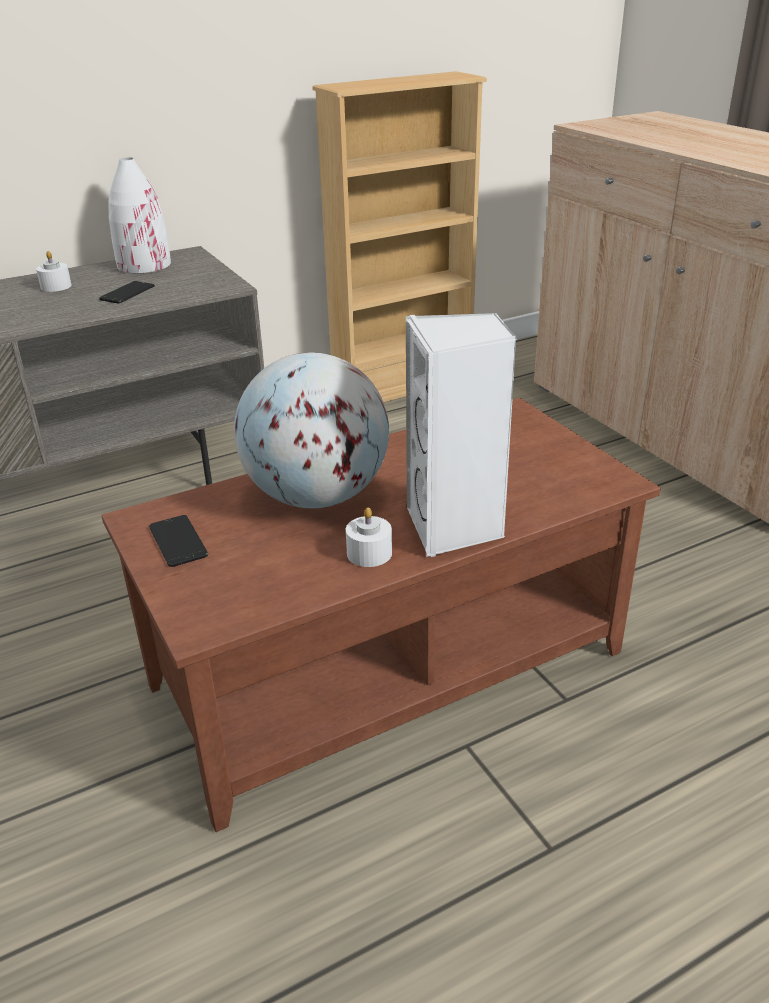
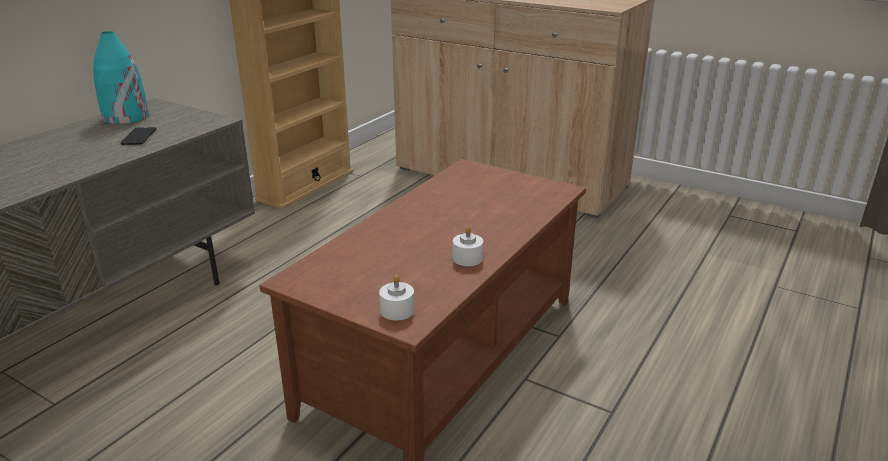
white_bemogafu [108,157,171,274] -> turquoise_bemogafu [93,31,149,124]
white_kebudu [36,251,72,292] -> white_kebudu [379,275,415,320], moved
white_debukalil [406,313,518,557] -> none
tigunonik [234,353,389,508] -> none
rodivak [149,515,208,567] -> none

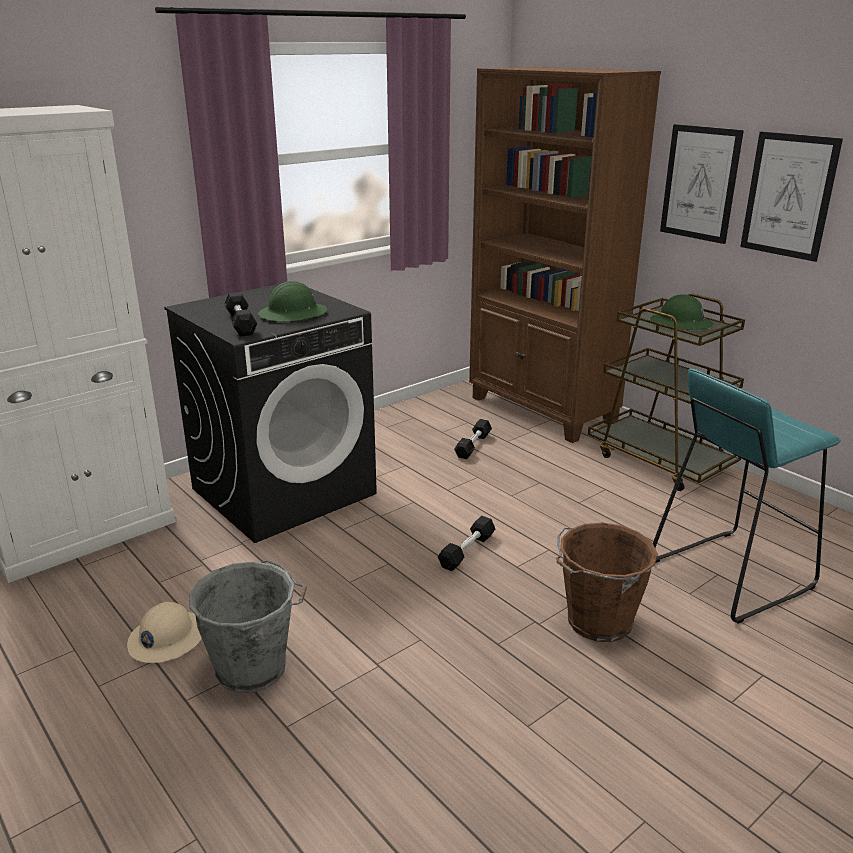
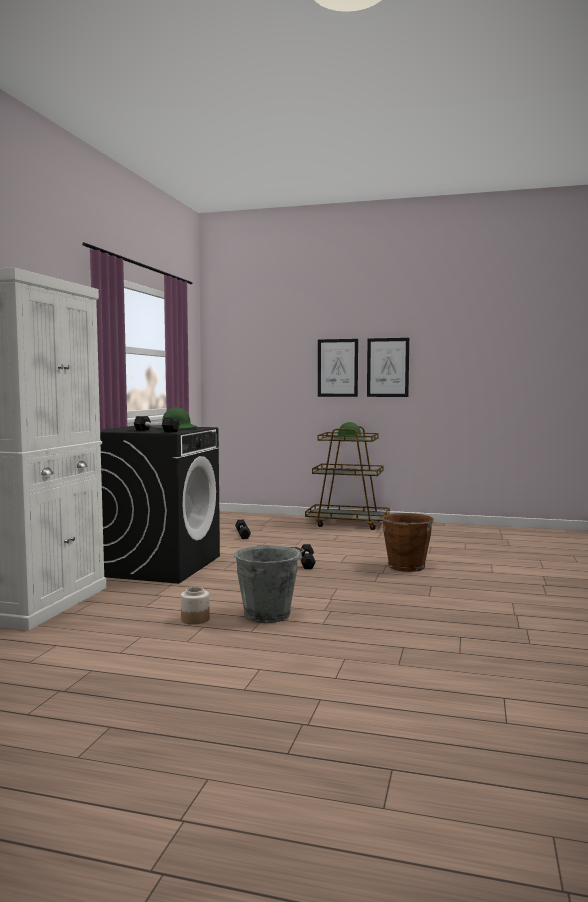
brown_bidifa [469,67,661,443] -> none
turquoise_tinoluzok [653,368,841,624] -> none
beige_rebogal [127,602,202,663] -> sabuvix [181,587,210,625]

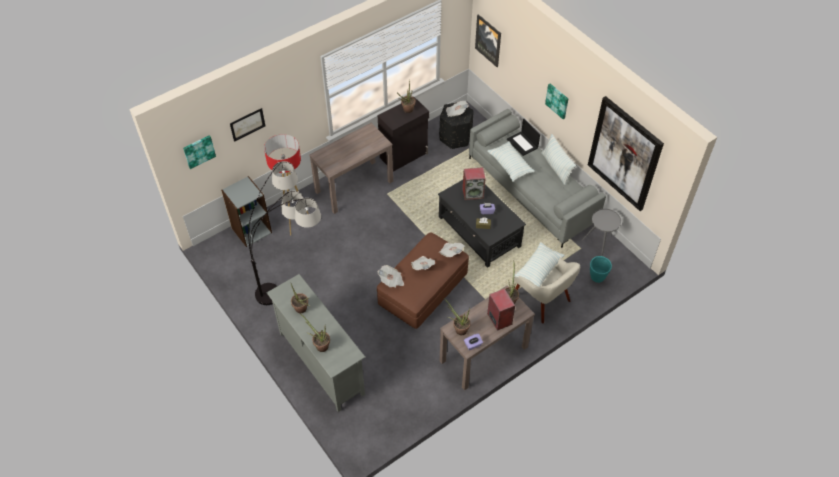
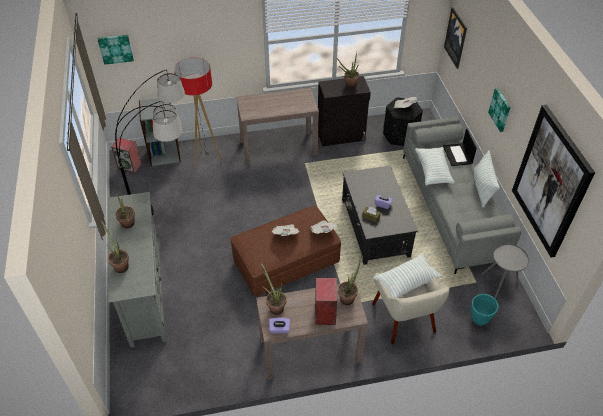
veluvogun [230,108,265,142] -> none
debukalil [463,167,486,200] -> debukalil [111,138,141,173], moved
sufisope [378,265,404,288] -> none

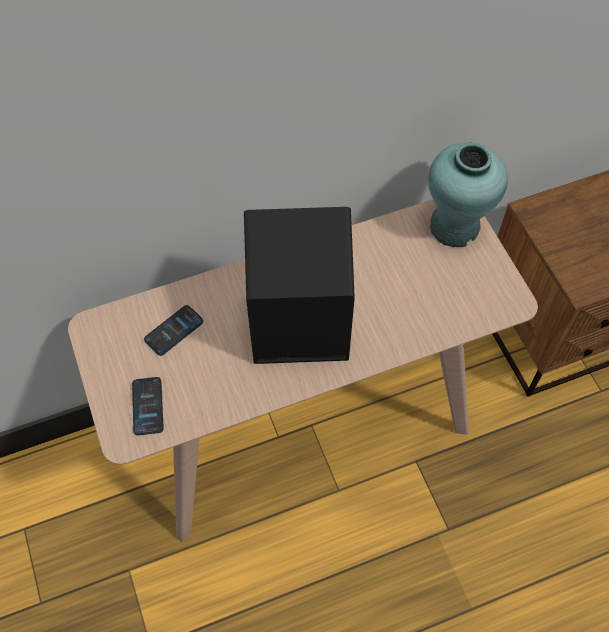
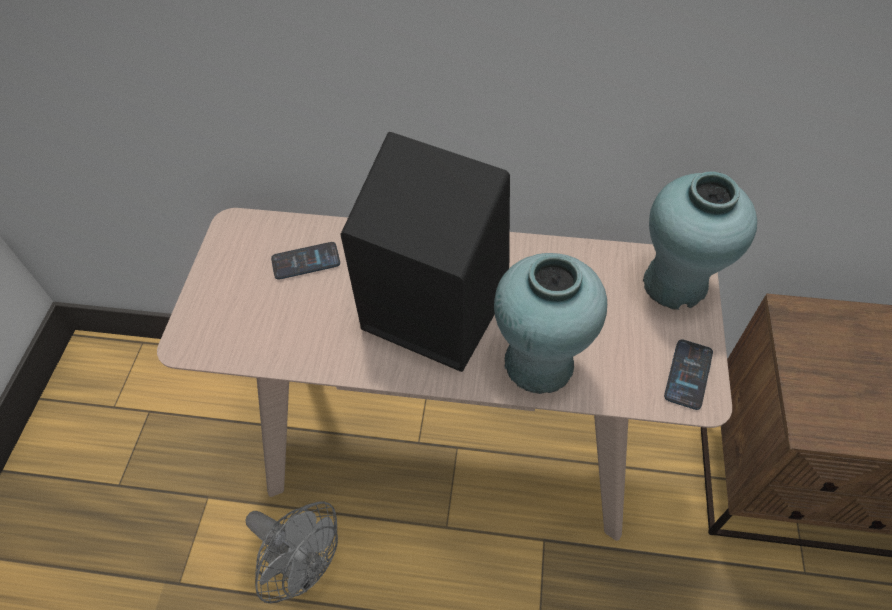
rodivak [132,377,164,435] -> rodivak [664,340,713,410], moved
none -> turquoise_bemogafu [494,253,607,394]
none -> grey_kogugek [245,502,338,603]

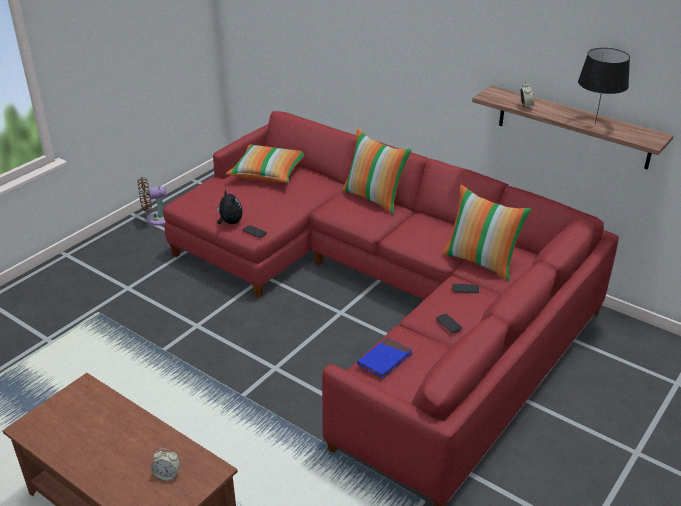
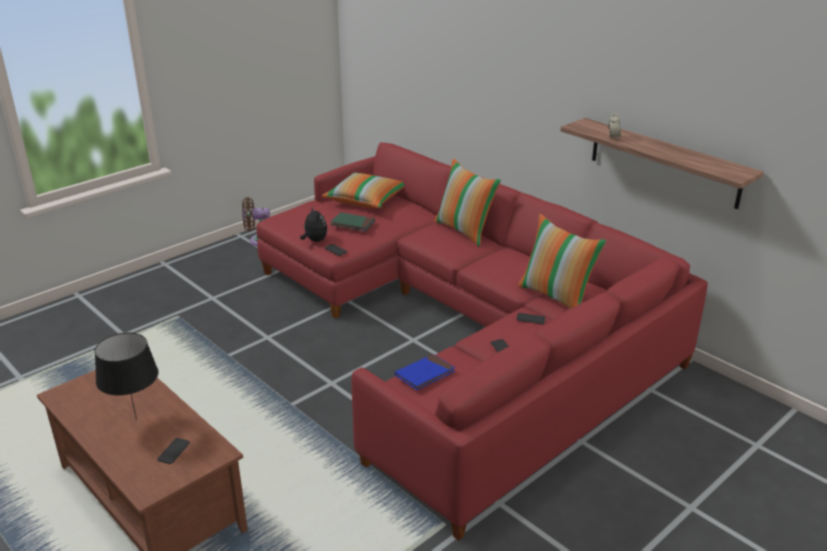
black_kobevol [578,48,630,124] -> black_kobevol [95,333,159,420], moved
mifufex [151,449,181,481] -> rodivak [158,438,190,464]
none -> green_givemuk [331,212,375,232]

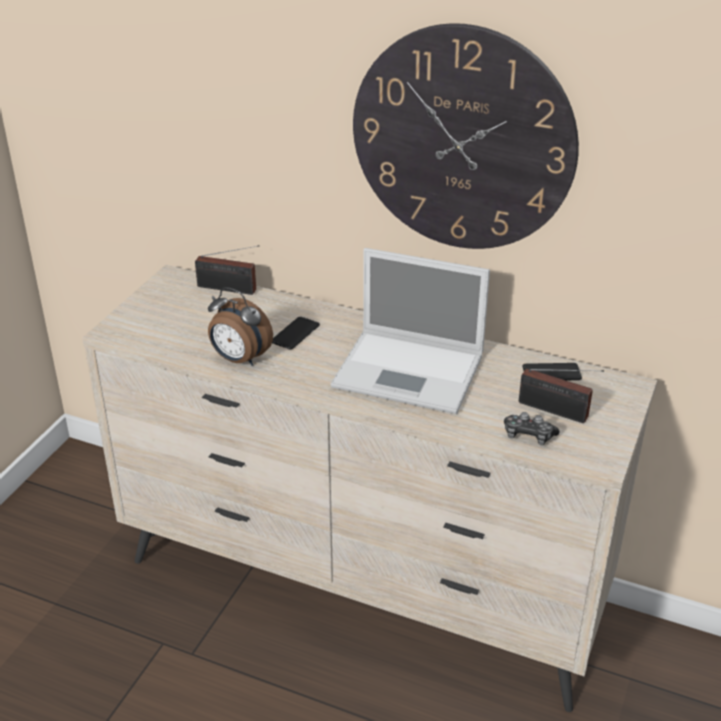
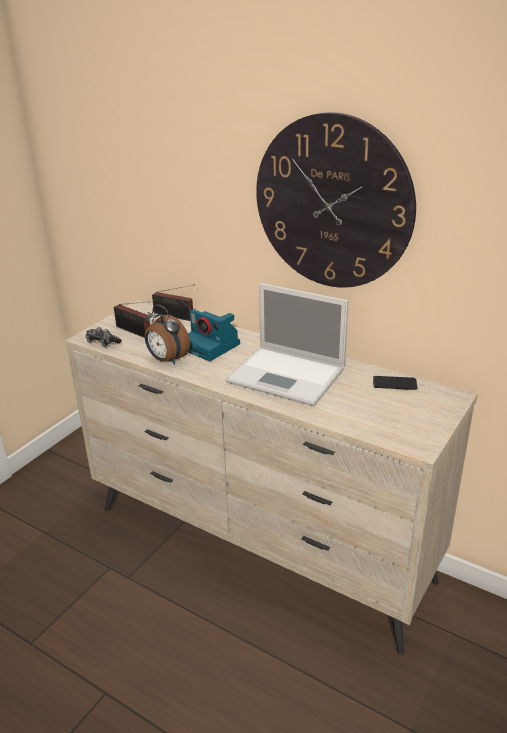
rodivak [272,317,320,349] -> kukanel [188,309,240,361]
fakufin [519,369,604,423] -> fakufin [114,301,150,338], moved
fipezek [504,412,560,445] -> fipezek [86,327,122,347], moved

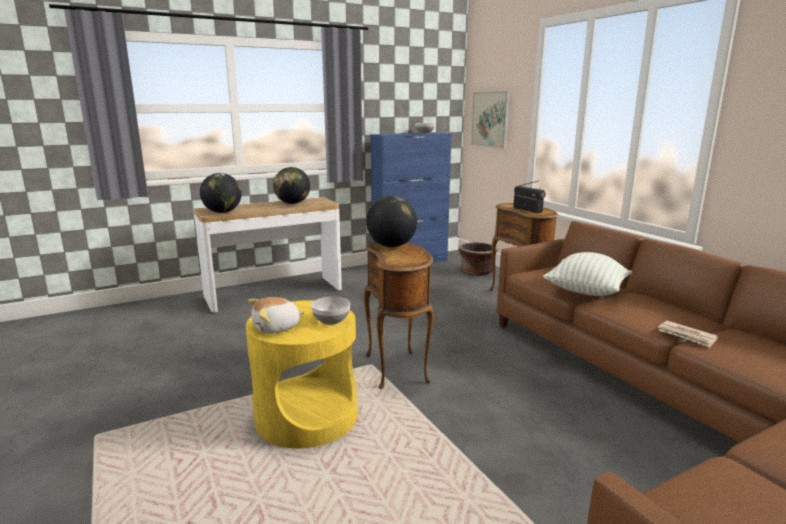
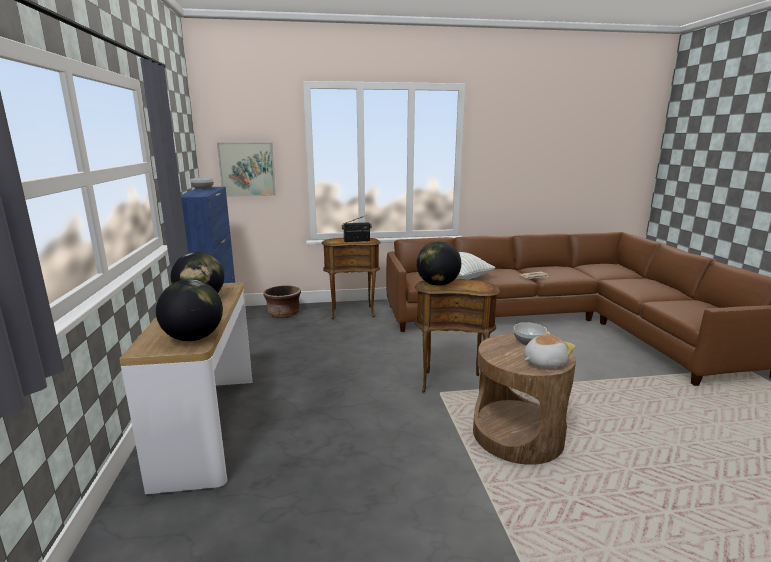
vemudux [248,297,304,334] -> vemudux [524,331,576,368], 105 degrees counterclockwise
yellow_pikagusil [246,300,358,449] -> brown_pikagusil [473,334,576,465]

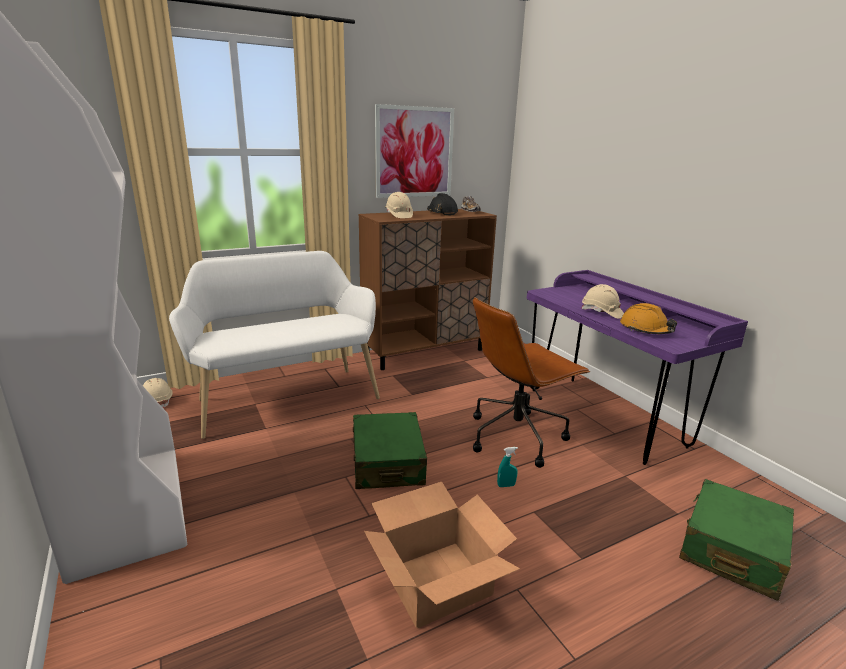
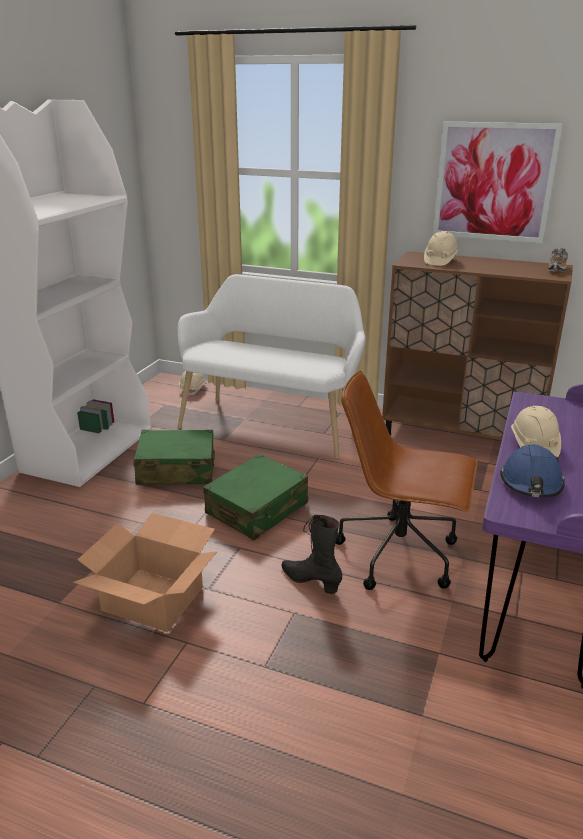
black_rebogal [427,193,458,216] -> none
orange_rebogal [620,303,677,334] -> blue_rebogal [500,444,565,498]
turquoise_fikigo [497,447,518,487] -> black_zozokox [282,515,342,594]
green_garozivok [679,479,794,601] -> green_garozivok [133,430,215,485], moved

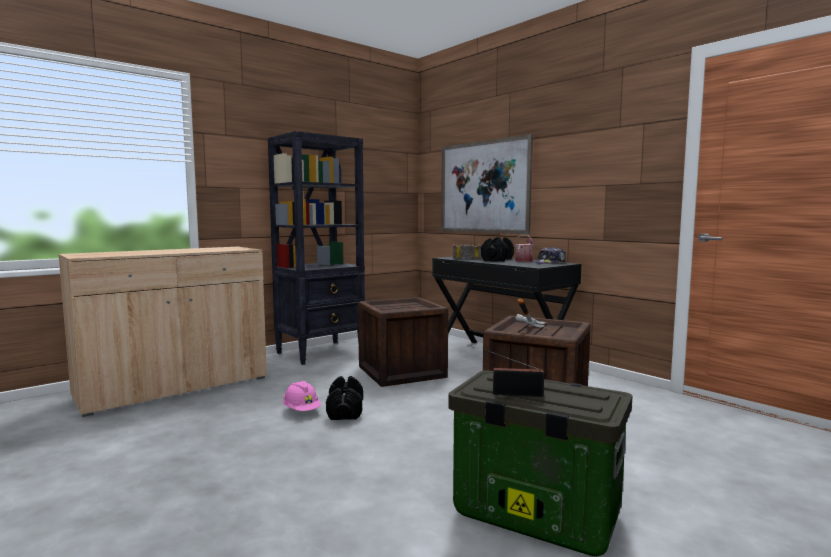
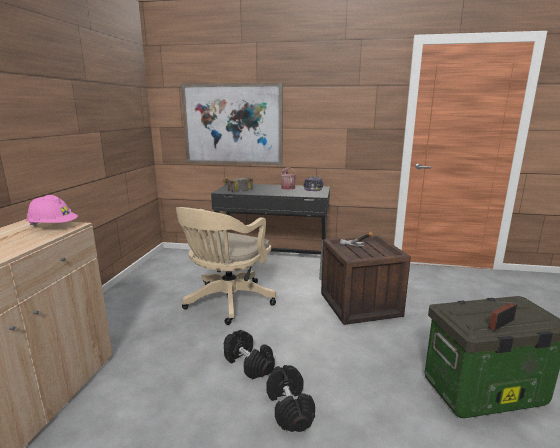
black_bidifa [268,131,365,365] -> none
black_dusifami [481,237,514,262] -> black_dusifami [266,365,315,432], moved
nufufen [358,297,448,387] -> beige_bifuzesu [176,207,276,325]
pink_rebogal [283,381,321,411] -> pink_rebogal [26,195,78,226], moved

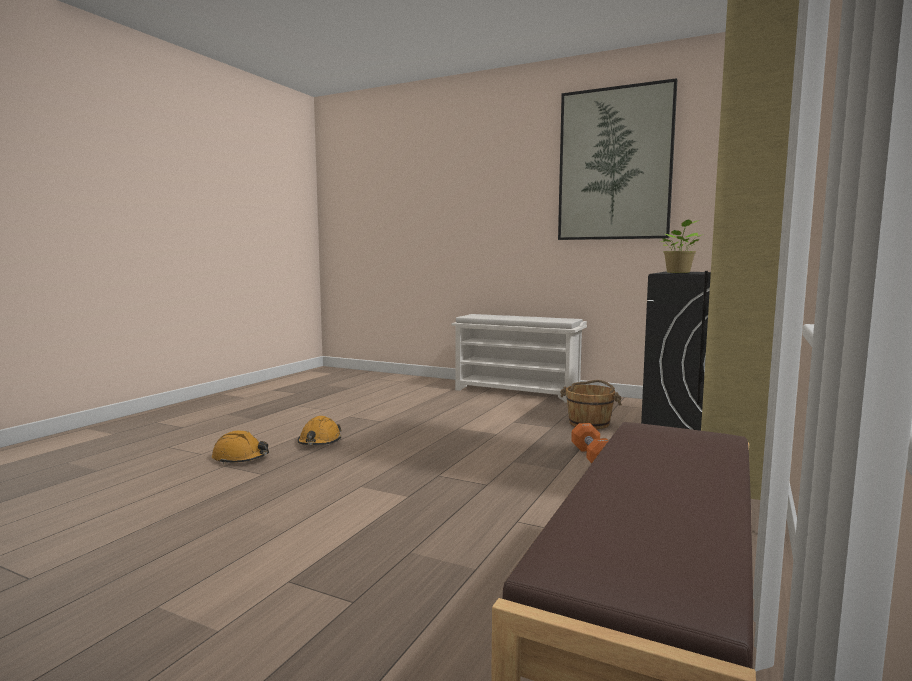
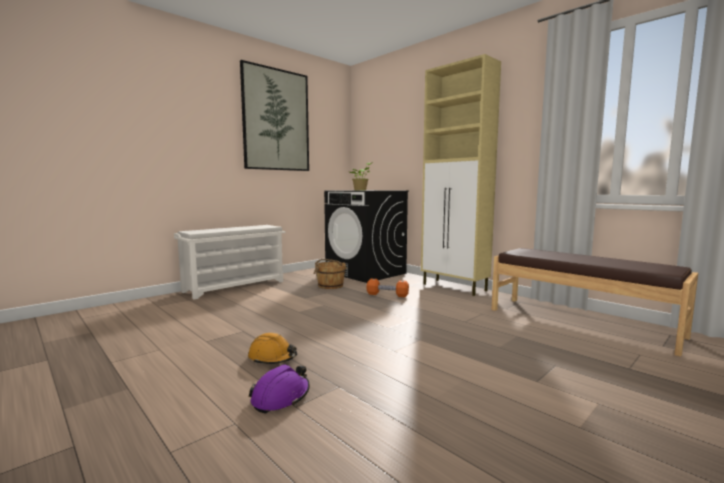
orange_rebogal [212,431,269,464] -> purple_rebogal [249,365,310,413]

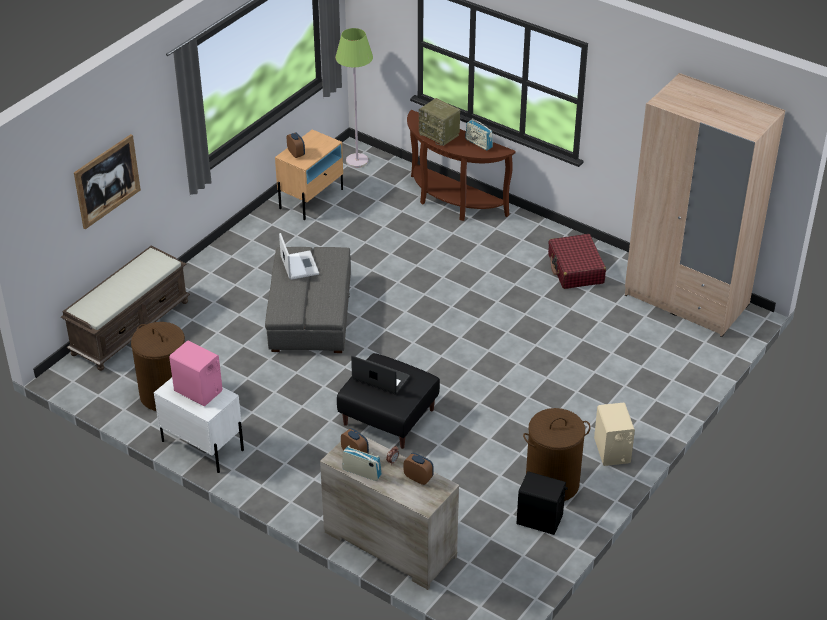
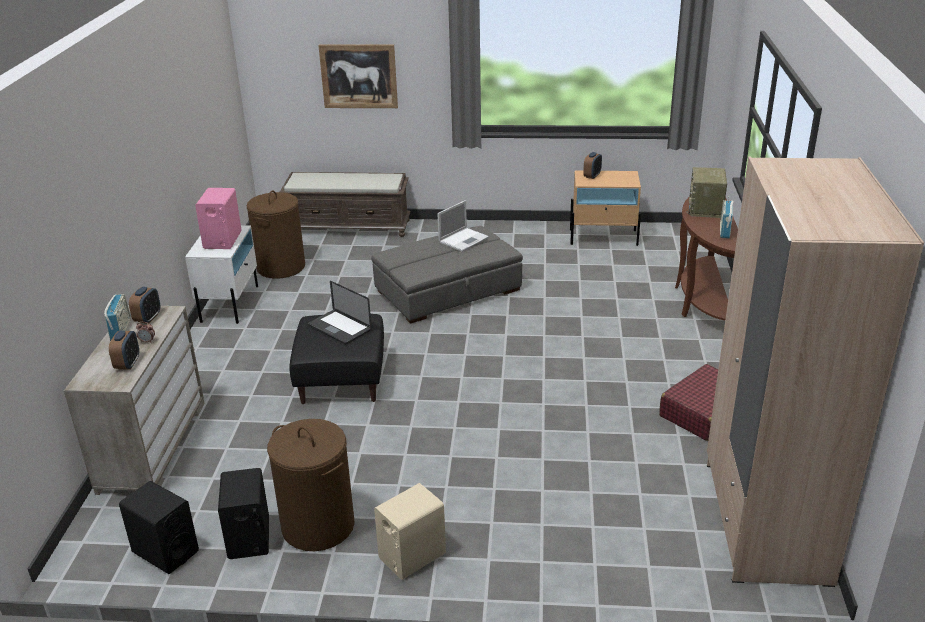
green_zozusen [335,28,373,168] -> none
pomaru [351,356,410,395] -> pomaru [308,281,372,344], 135 degrees clockwise
none -> black_debukalil [119,481,199,574]

